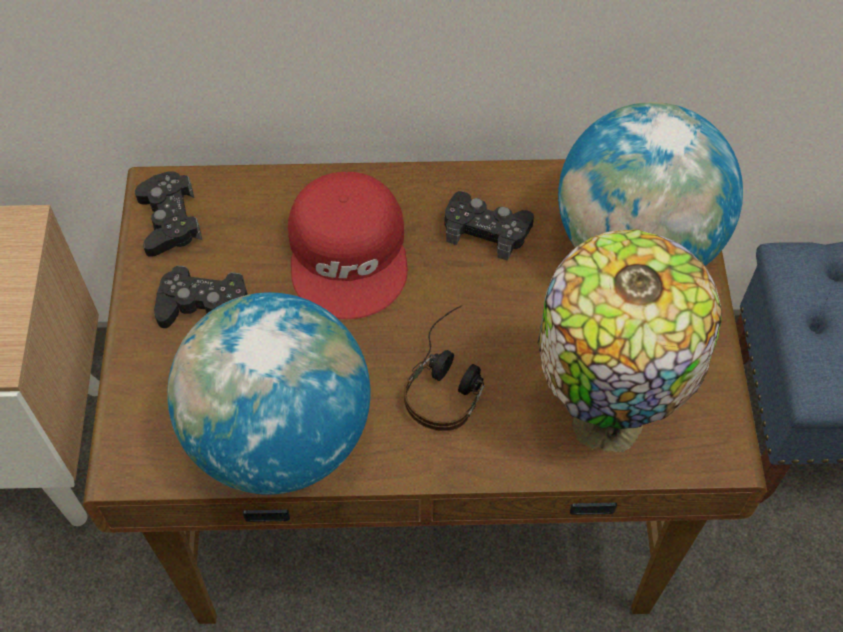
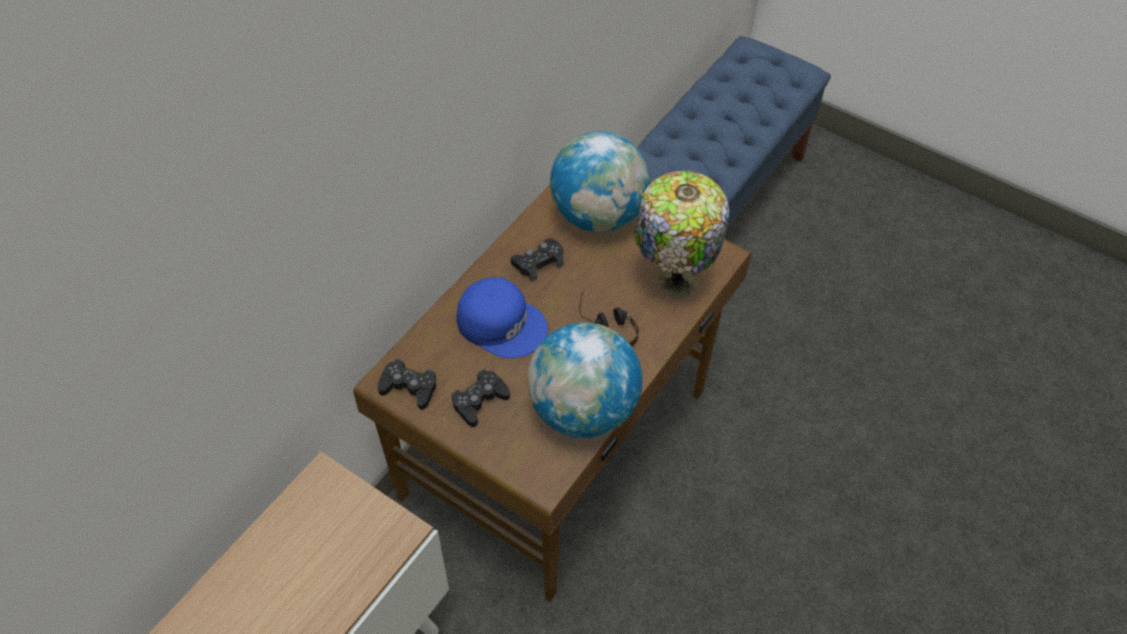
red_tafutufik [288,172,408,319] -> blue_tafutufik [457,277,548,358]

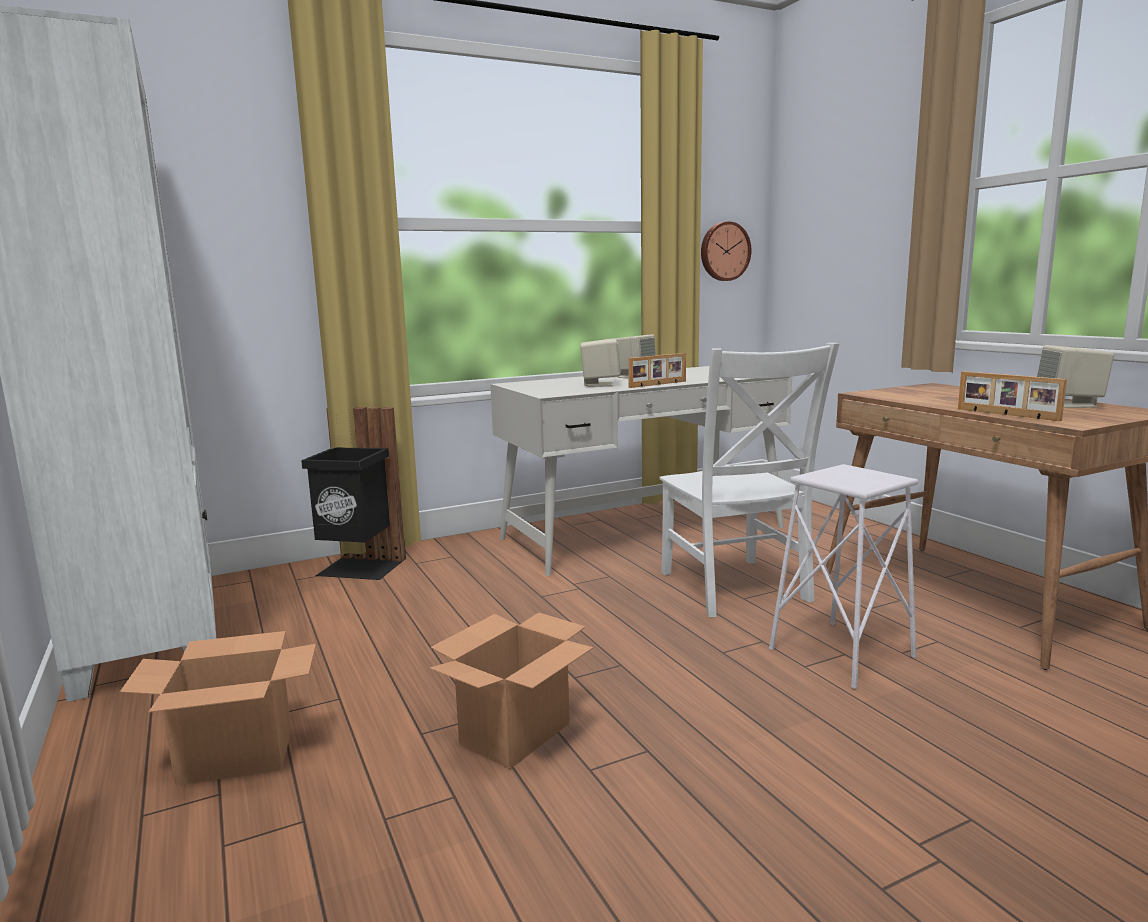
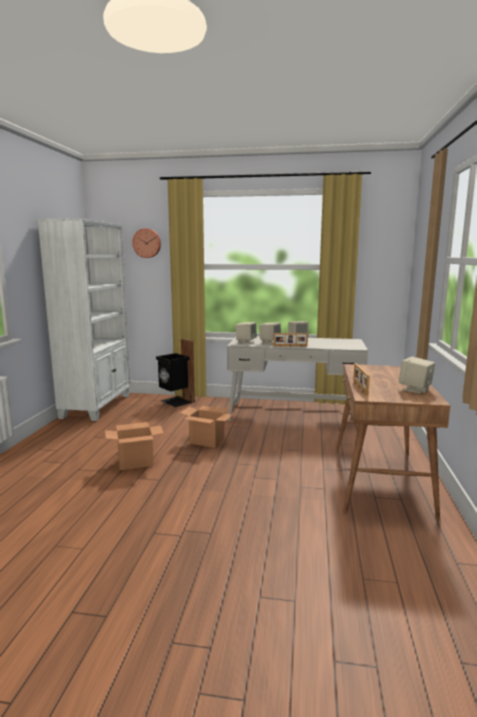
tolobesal [701,221,751,281] -> tolobesal [132,228,161,258], moved
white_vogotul [659,343,840,617] -> none
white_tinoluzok [769,464,918,689] -> none
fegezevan [120,631,316,786] -> fegezevan [180,406,233,448], moved
none -> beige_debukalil [235,322,257,344]

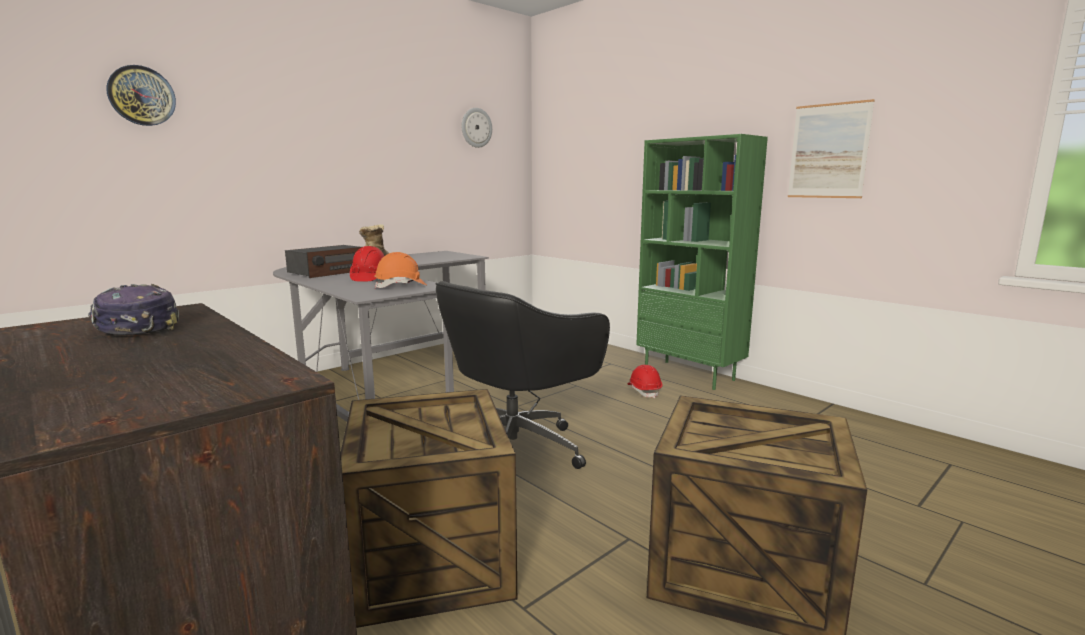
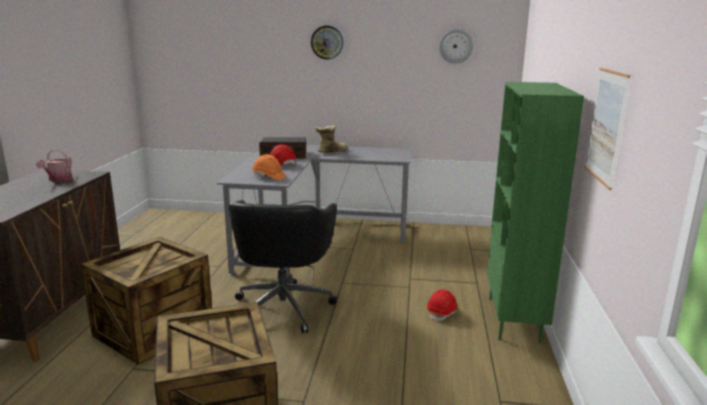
tolobesal [106,65,176,126] -> tolobesal [311,26,343,60], moved
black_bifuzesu [436,281,610,469] -> black_bifuzesu [229,200,337,333], 90 degrees counterclockwise
tafutufik [88,284,179,335] -> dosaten [36,149,72,182]

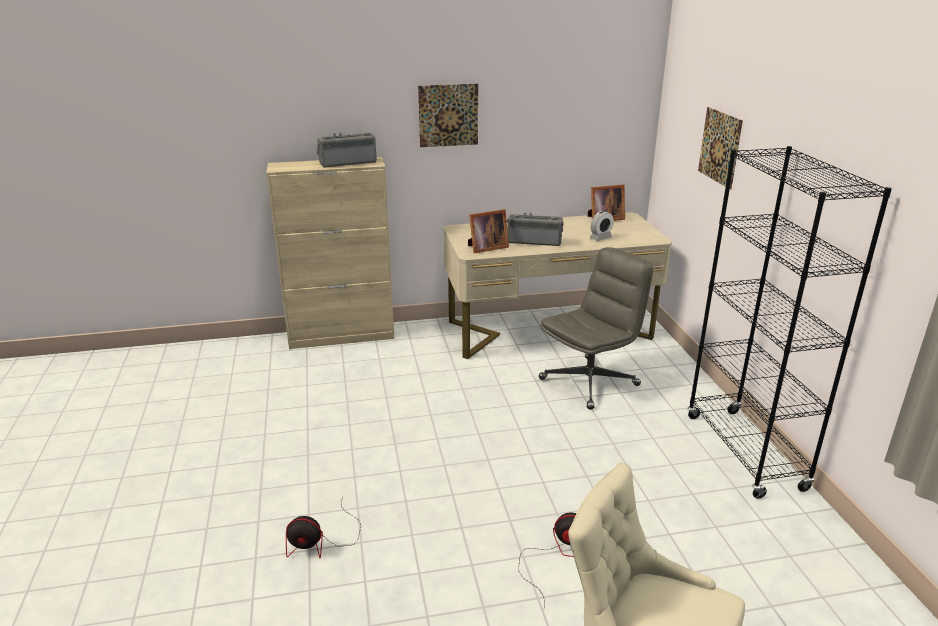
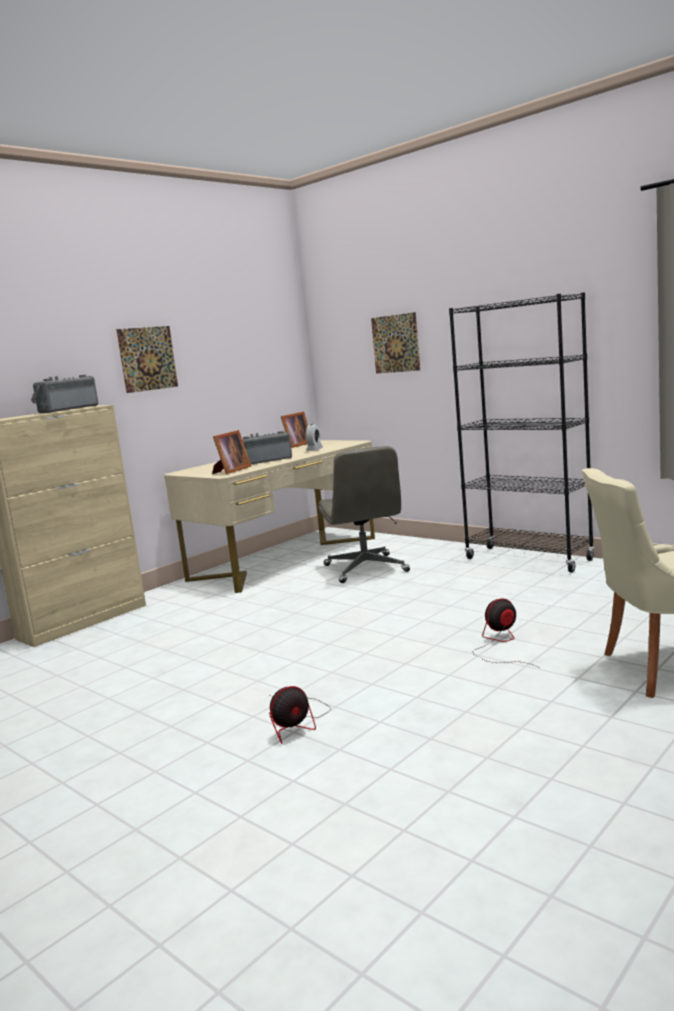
grey_bifuzesu [539,247,653,410] -> grey_bifuzesu [318,446,410,583], 150 degrees clockwise

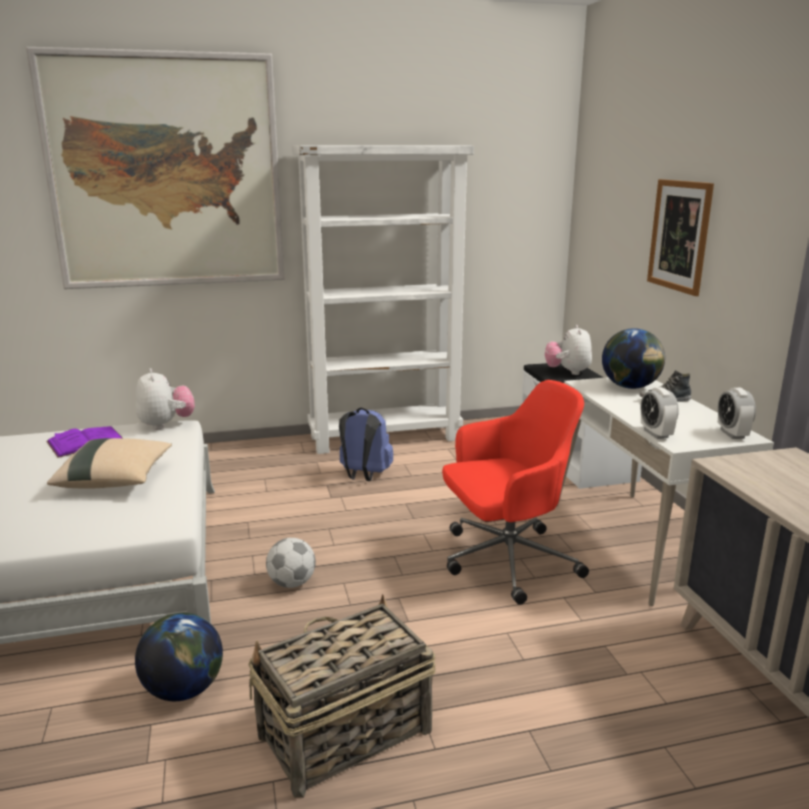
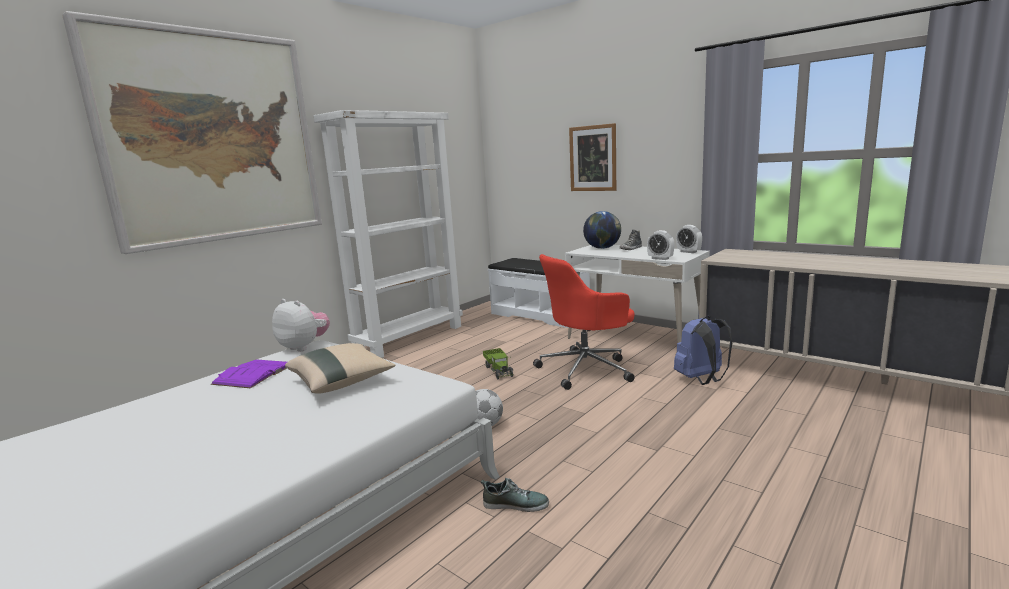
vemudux [545,325,592,375] -> none
red_bifuzesu [442,380,589,605] -> red_bifuzesu [533,254,635,390], 150 degrees counterclockwise
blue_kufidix [339,407,393,481] -> blue_kufidix [674,316,732,385], moved
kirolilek [248,594,436,798] -> none
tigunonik [135,613,223,701] -> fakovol [481,478,549,512]
none -> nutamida [483,348,513,379]

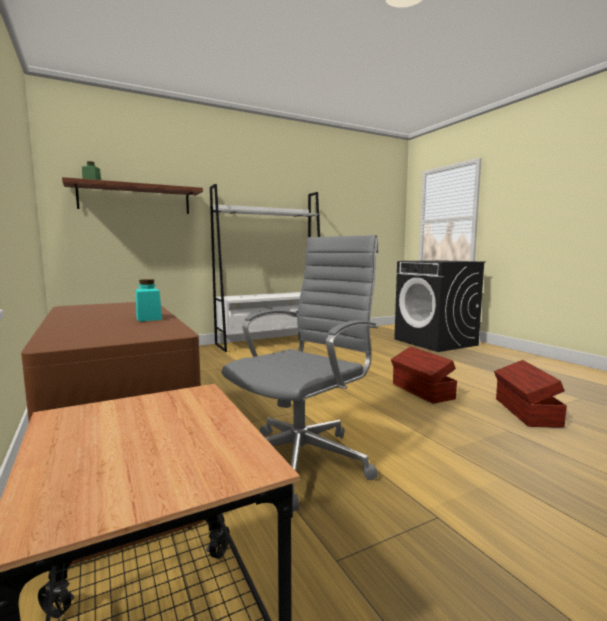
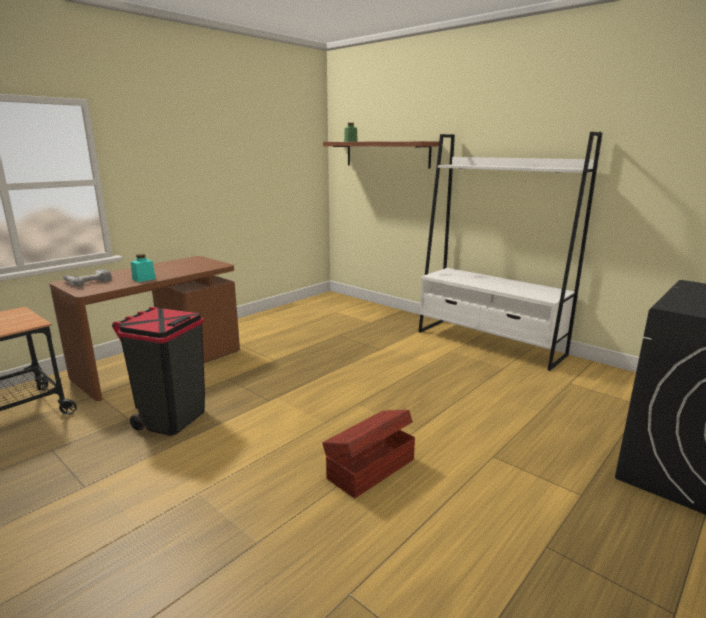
grey_bifuzesu [222,235,378,511] -> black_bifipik [112,307,205,436]
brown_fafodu [494,360,567,428] -> none
none -> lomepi [63,269,112,286]

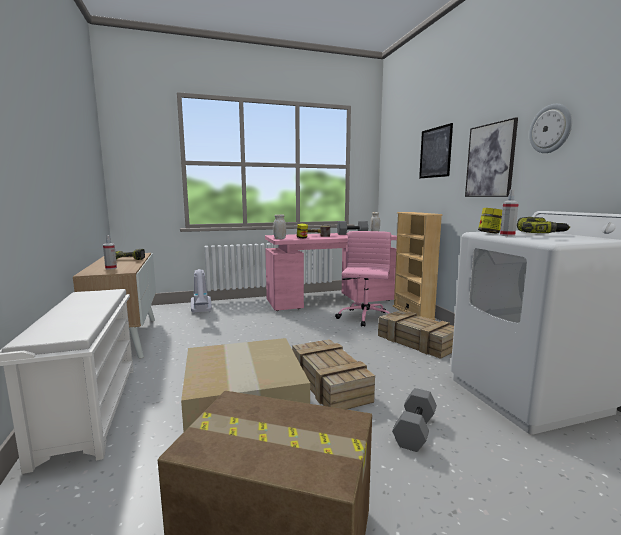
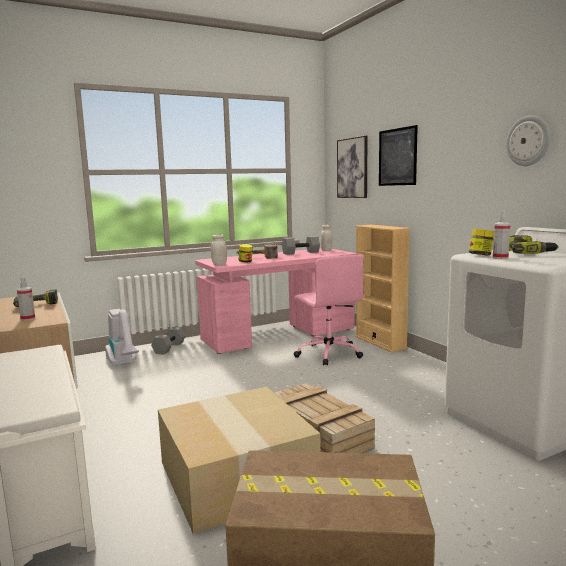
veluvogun [465,117,518,197] -> veluvogun [337,136,368,198], moved
pink_bifuzesu [335,231,391,327] -> pink_bifuzesu [293,254,364,365], 150 degrees clockwise
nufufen [378,310,454,359] -> none
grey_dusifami [392,388,437,452] -> grey_dusifami [151,327,186,355], moved

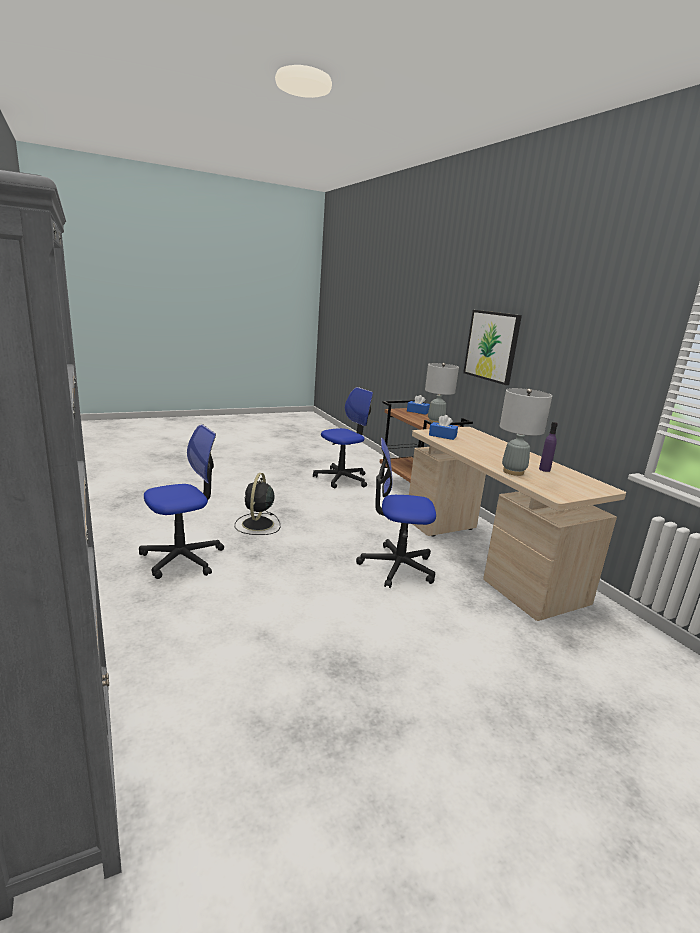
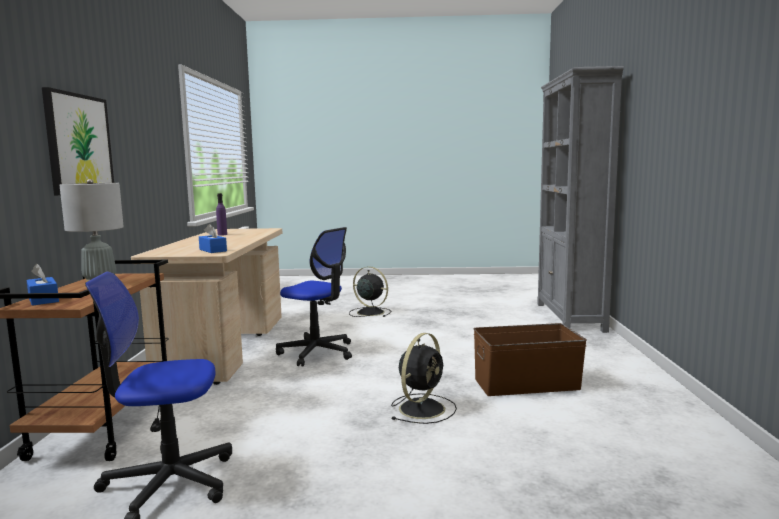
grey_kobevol [500,388,552,476] -> none
bifuzesu [139,424,224,579] -> brown_fafodu [474,323,587,396]
none -> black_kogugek [349,266,391,317]

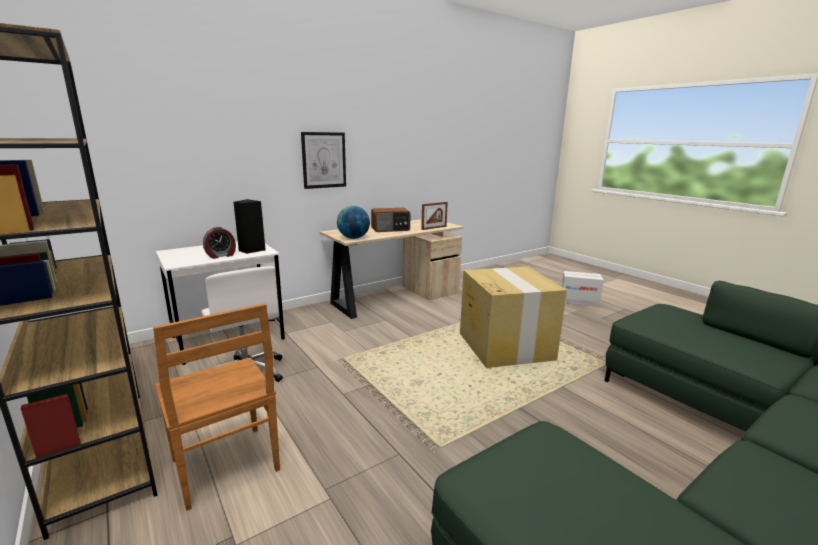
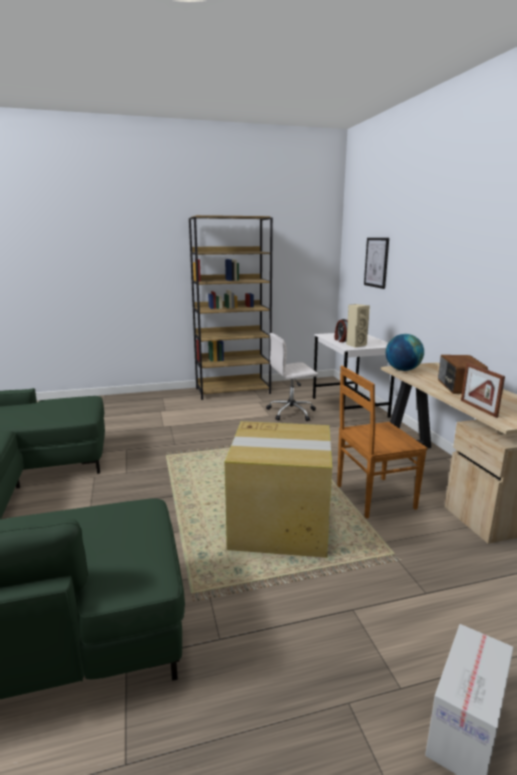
veluvogun [301,132,346,189] -> veluvogun [364,238,389,289], moved
black_debukalil [233,199,266,254] -> beige_debukalil [346,304,370,348]
brown_vogotul [153,303,280,511] -> brown_vogotul [337,366,428,519], moved

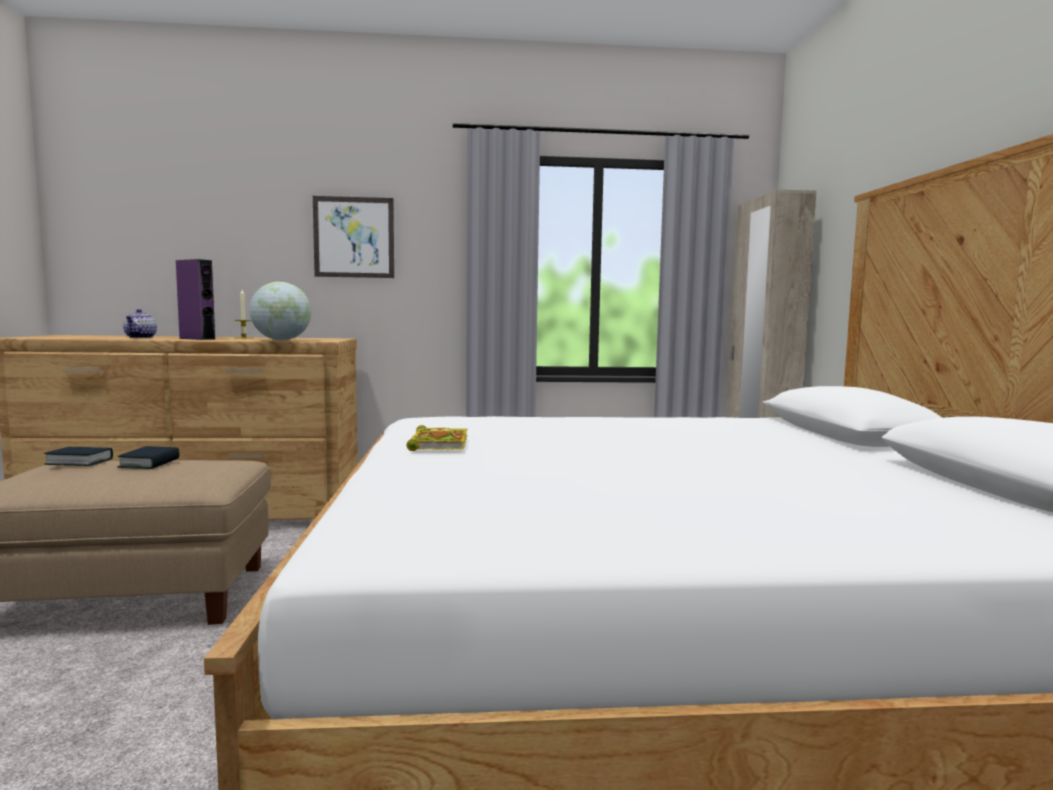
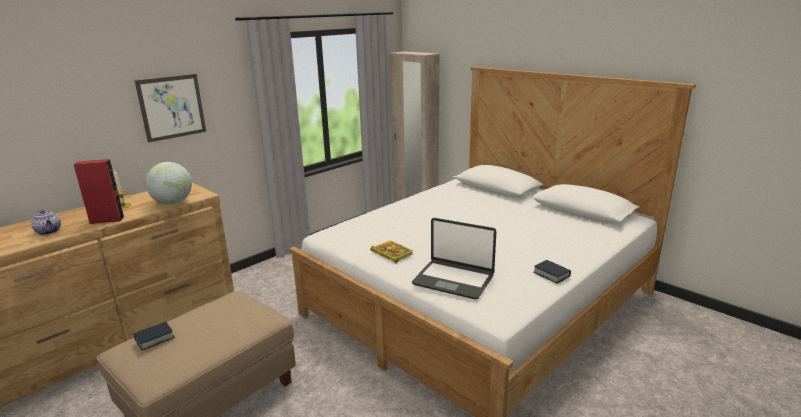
purple_debukalil [176,259,216,340] -> red_debukalil [74,159,124,224]
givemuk [117,446,180,469] -> givemuk [533,260,571,283], moved
none -> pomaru [412,218,496,299]

